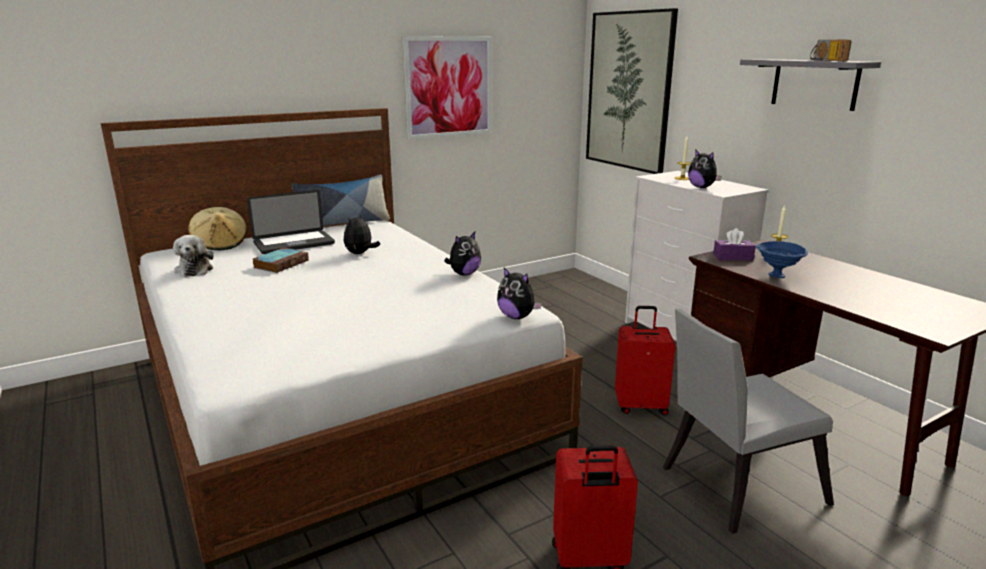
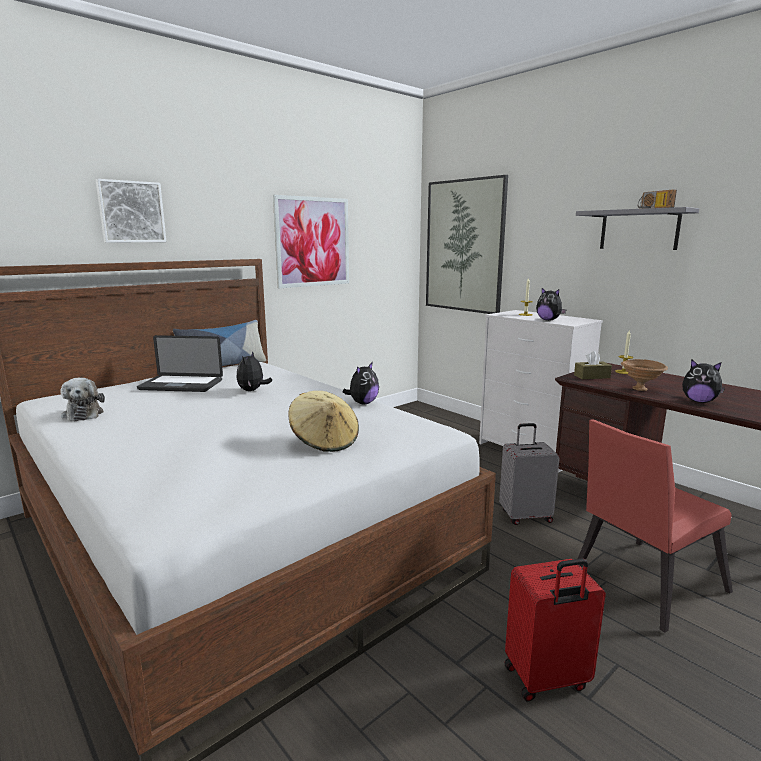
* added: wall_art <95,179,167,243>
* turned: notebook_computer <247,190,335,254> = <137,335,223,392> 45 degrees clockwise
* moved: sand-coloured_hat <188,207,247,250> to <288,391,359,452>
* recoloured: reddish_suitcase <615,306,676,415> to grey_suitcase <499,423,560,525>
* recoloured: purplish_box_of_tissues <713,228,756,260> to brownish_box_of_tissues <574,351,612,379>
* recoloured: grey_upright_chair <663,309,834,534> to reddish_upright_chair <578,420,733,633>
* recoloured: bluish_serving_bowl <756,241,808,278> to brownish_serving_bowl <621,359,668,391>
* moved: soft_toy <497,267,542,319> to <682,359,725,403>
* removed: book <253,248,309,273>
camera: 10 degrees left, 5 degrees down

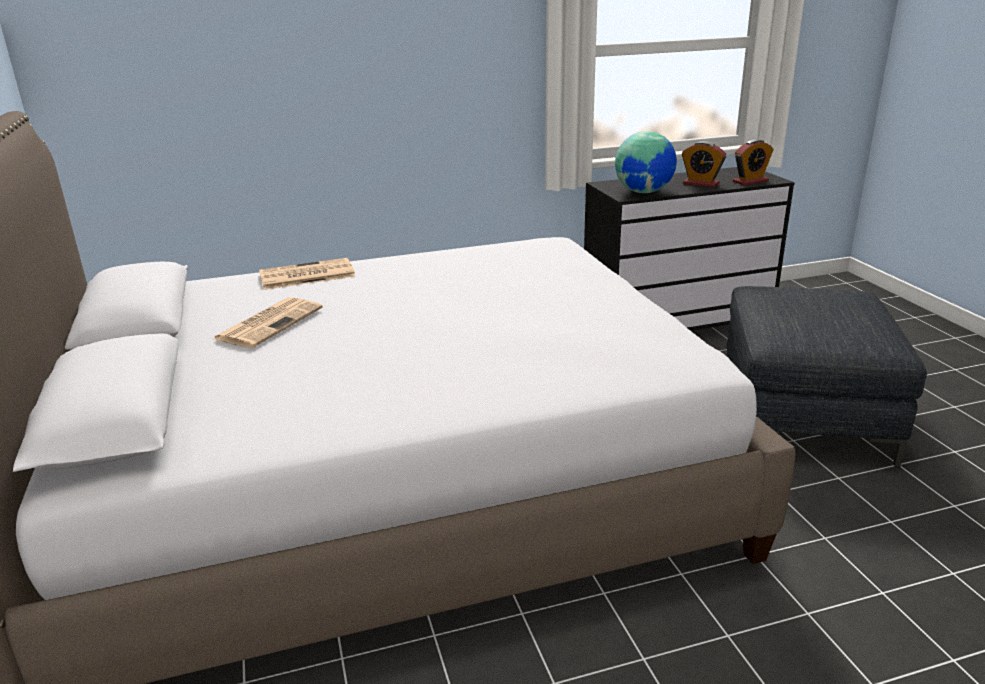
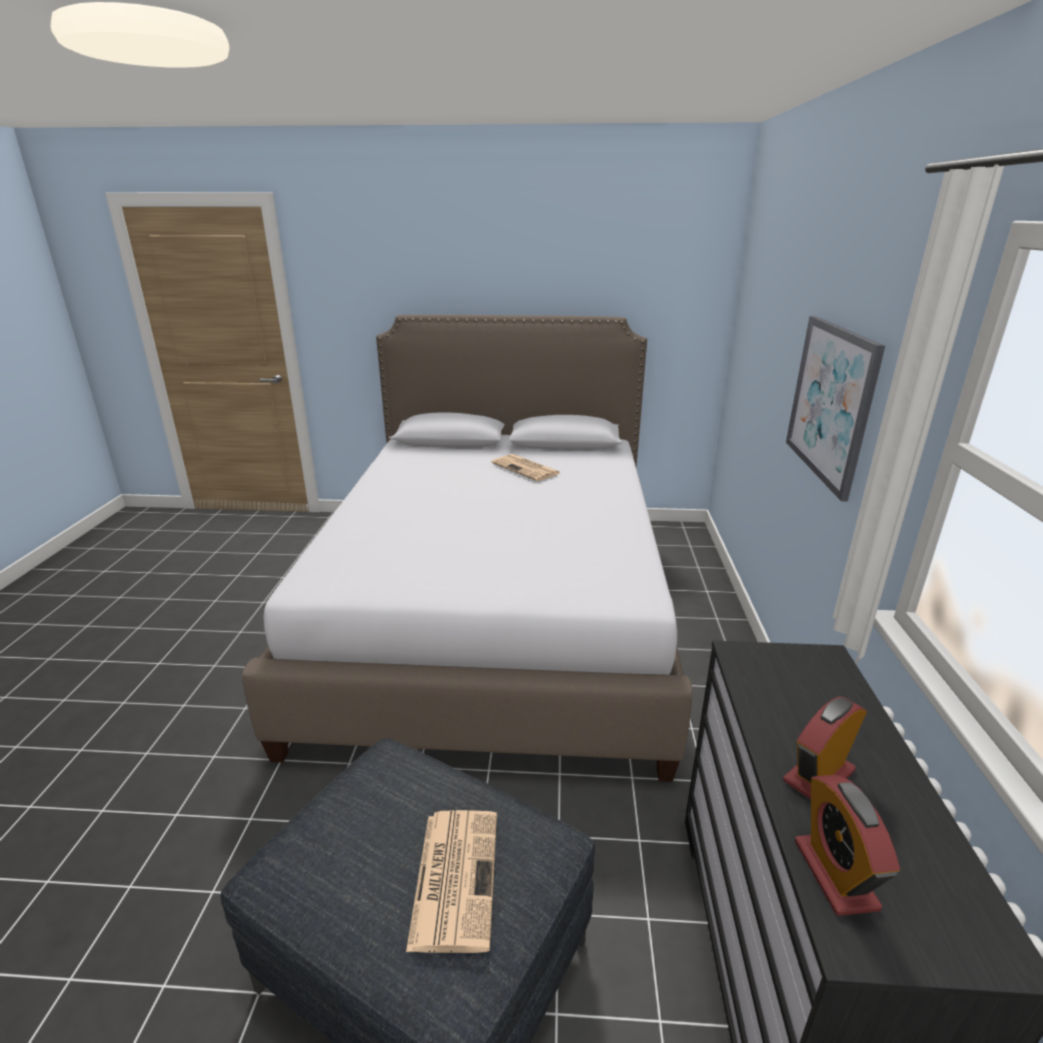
* moved: daily_paper <259,258,356,290> to <406,810,497,953>
* added: wall_art <786,316,885,502>
* removed: world_globe <615,131,677,193>
camera: 110 degrees right, 0 degrees up

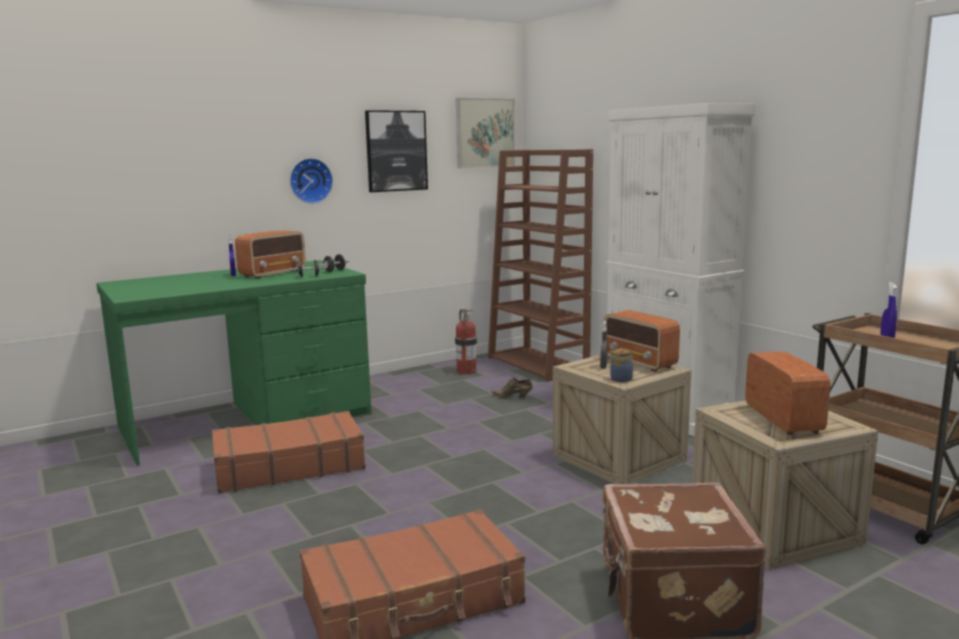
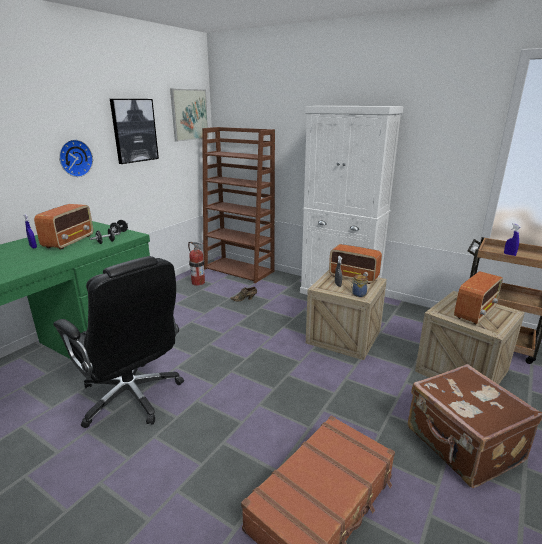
* replaced: brownish_suitcase <212,411,366,493> to blackish_computer_chair <53,256,184,428>
* turned: radio_set <745,351,830,435> = <454,271,503,324> 75 degrees clockwise
camera: 25 degrees left, 10 degrees up

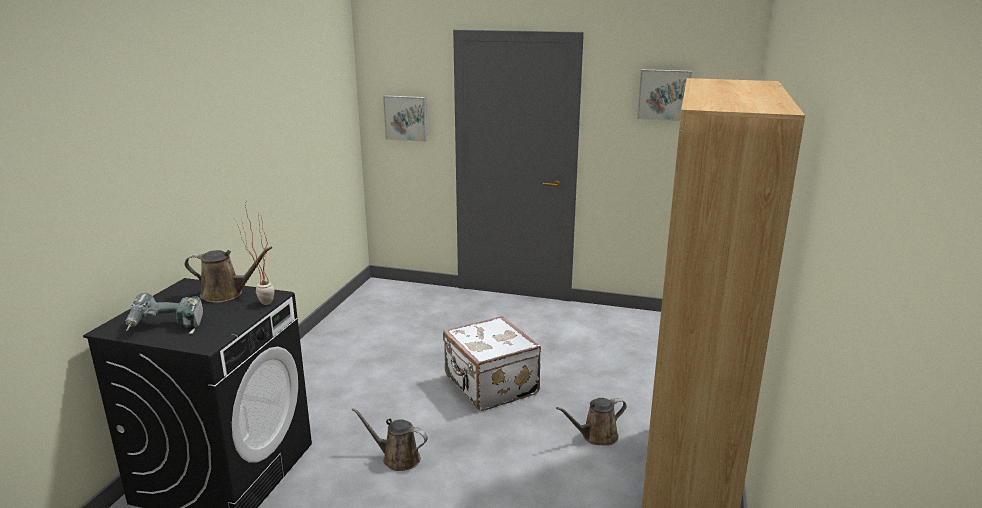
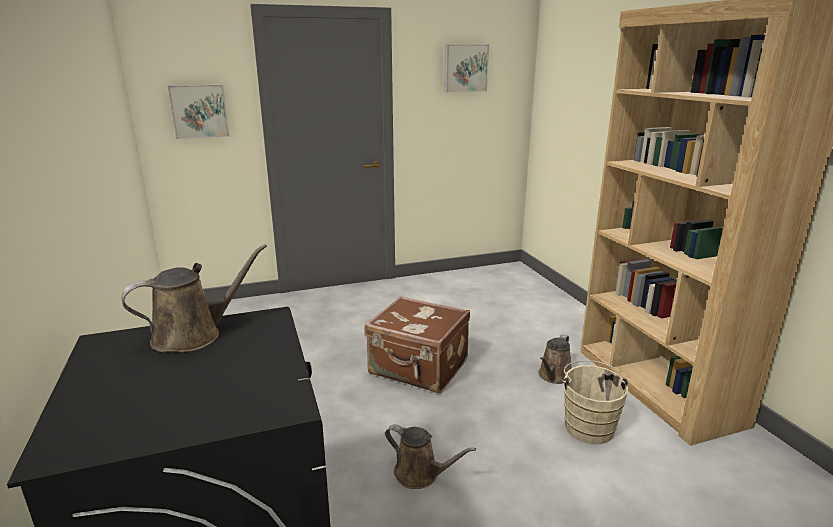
* recoloured: white_suitcase <443,316,541,411> to brownish_suitcase <364,296,470,393>
* turned: brownish_watering_can <352,408,428,471> = <385,424,476,489> 135 degrees counterclockwise
* added: sand-coloured_bucket <562,360,630,444>
* removed: power_drill <126,292,203,334>
* removed: potted_plant <234,199,274,305>
camera: 35 degrees left, 0 degrees up

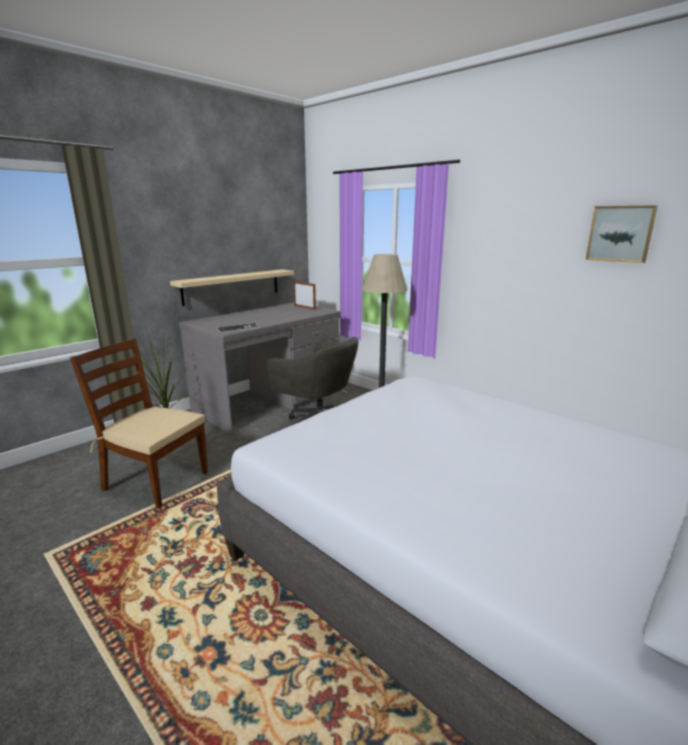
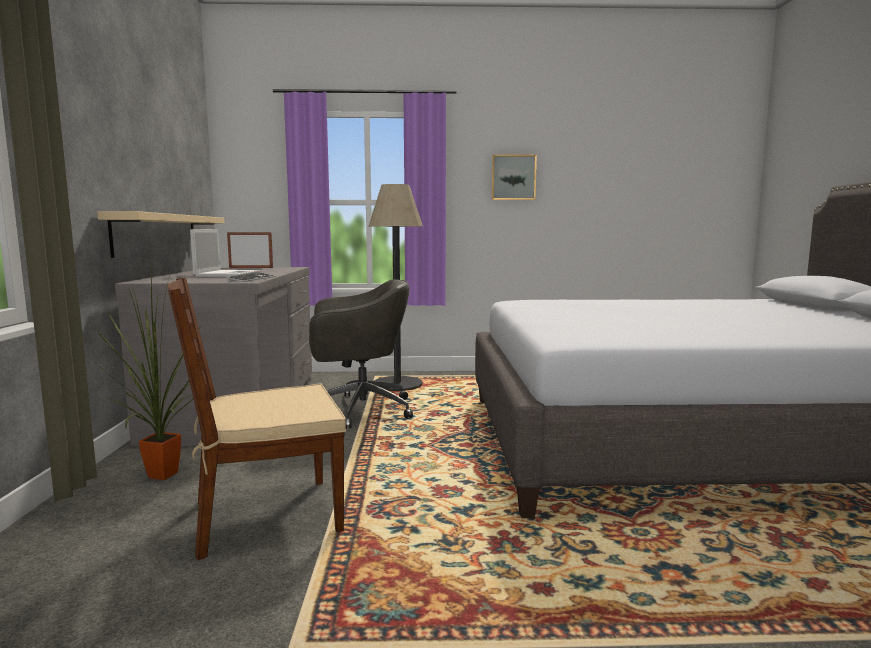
* added: notebook_computer <190,229,260,277>
* moved: wall_art <586,205,658,263> to <491,154,537,200>
camera: 45 degrees left, 10 degrees down

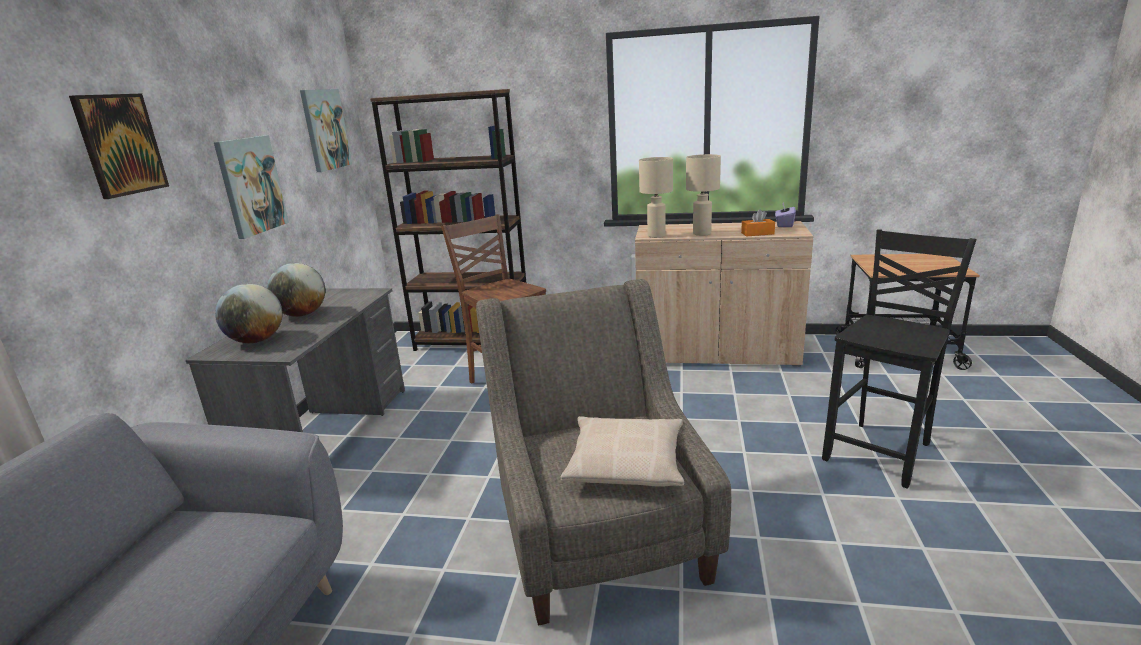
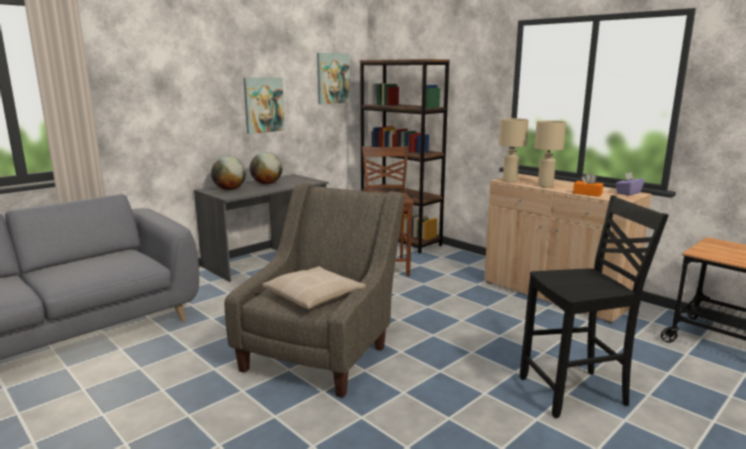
* removed: wall_art <69,94,169,199>
camera: 35 degrees right, 5 degrees down

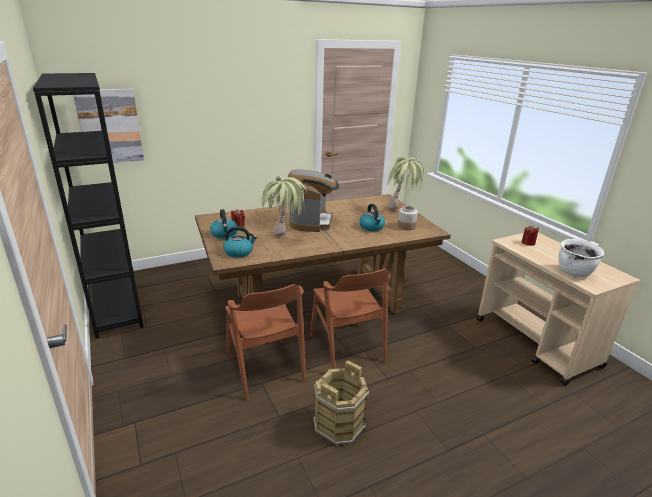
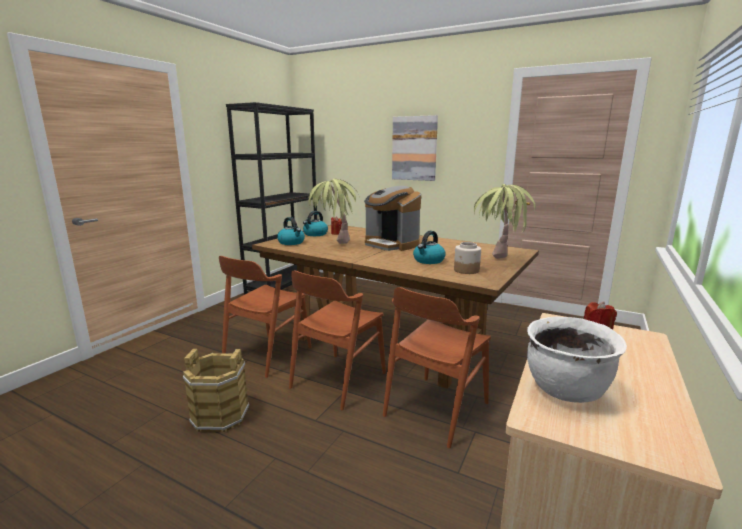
* turned: coffee_maker <288,170,339,232> = <364,186,421,251> 75 degrees clockwise
* added: brownish_upright_chair <383,287,491,448>
* moved: wall_art <73,89,144,163> to <392,115,438,181>
camera: 55 degrees right, 10 degrees down

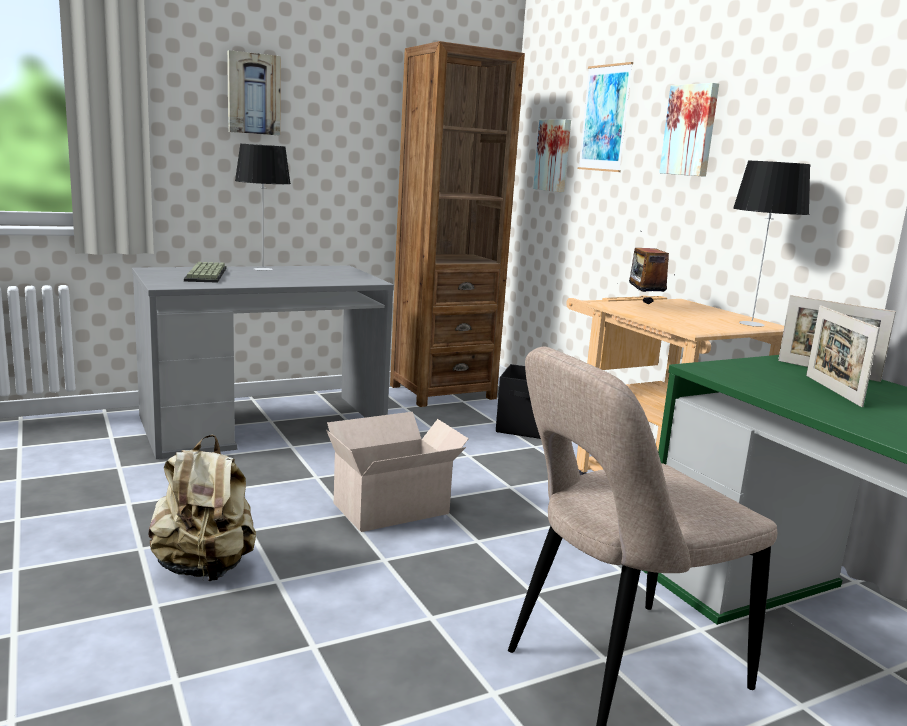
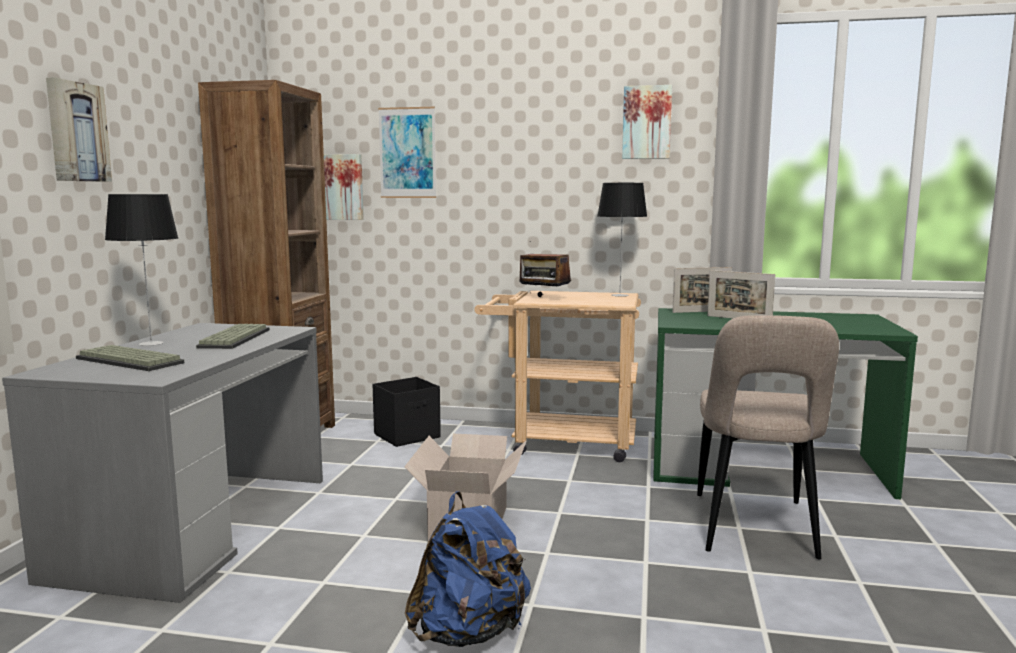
* added: keyboard <196,324,270,349>
* recoloured: sand-coloured_knapsack <148,434,256,581> to bluish_knapsack <405,491,531,647>
* moved: wall_art <659,83,719,177> to <622,85,672,159>
camera: 50 degrees left, 5 degrees down

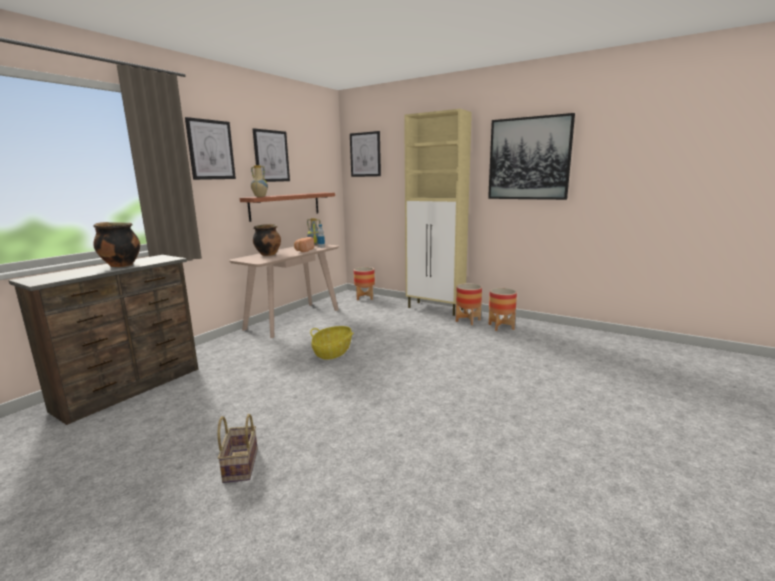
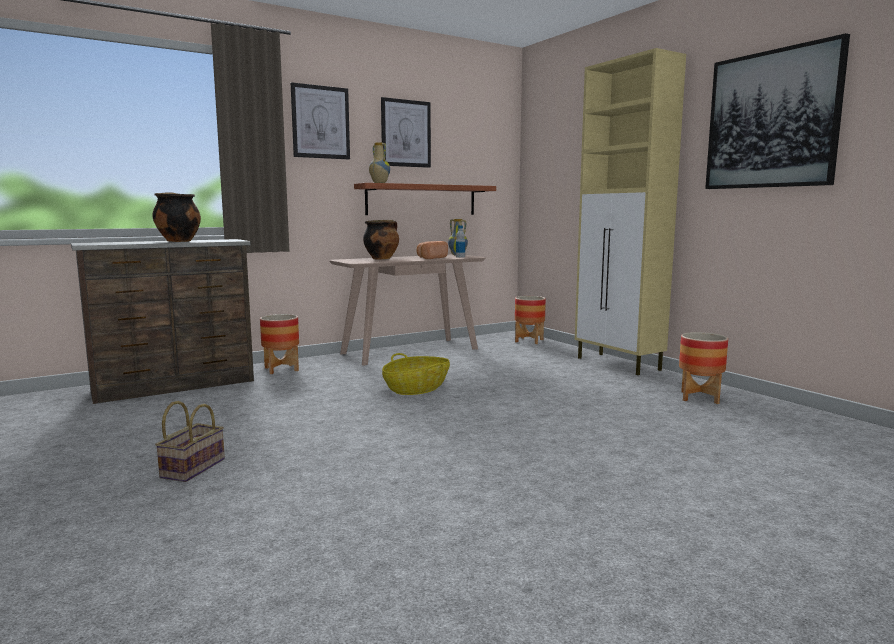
* moved: plant_pot <456,283,482,325> to <260,314,299,374>
* removed: wall_art <350,131,381,177>
camera: 25 degrees right, 5 degrees down

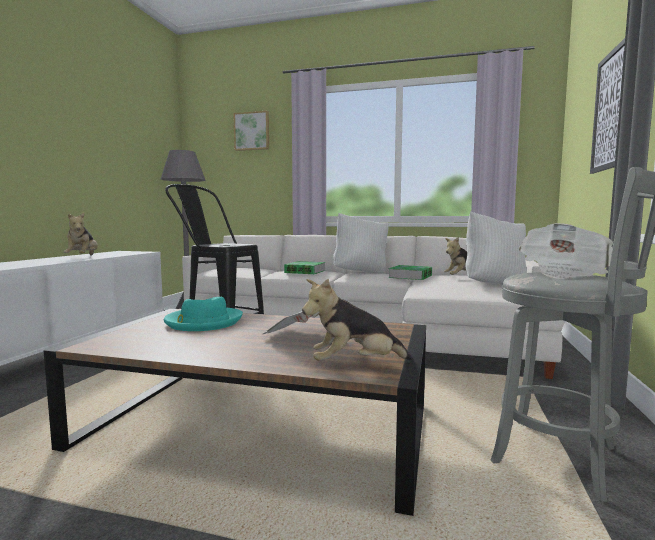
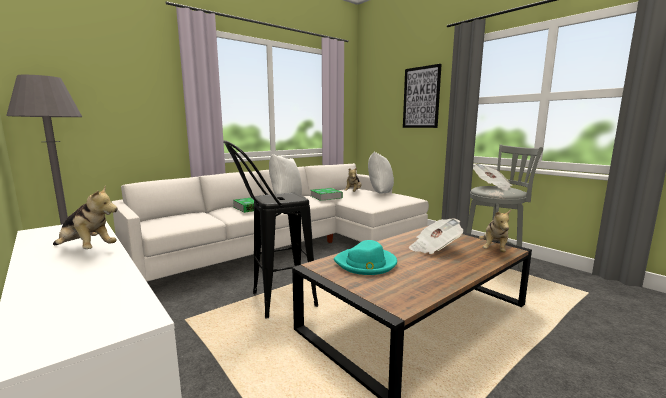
* removed: wall_art <233,111,269,151>
camera: 55 degrees left, 5 degrees up

